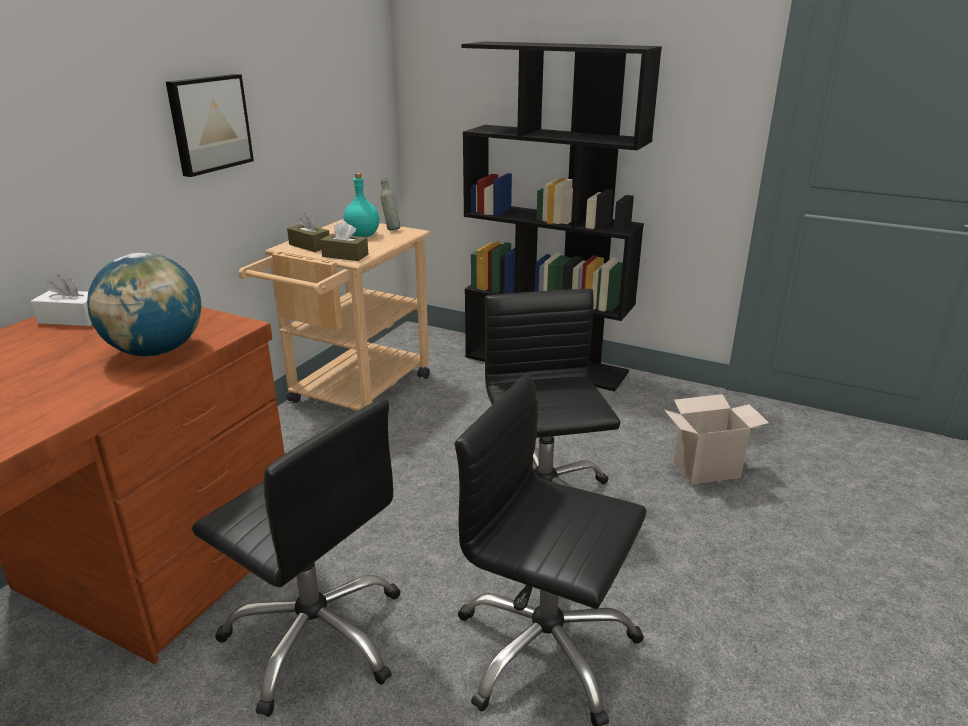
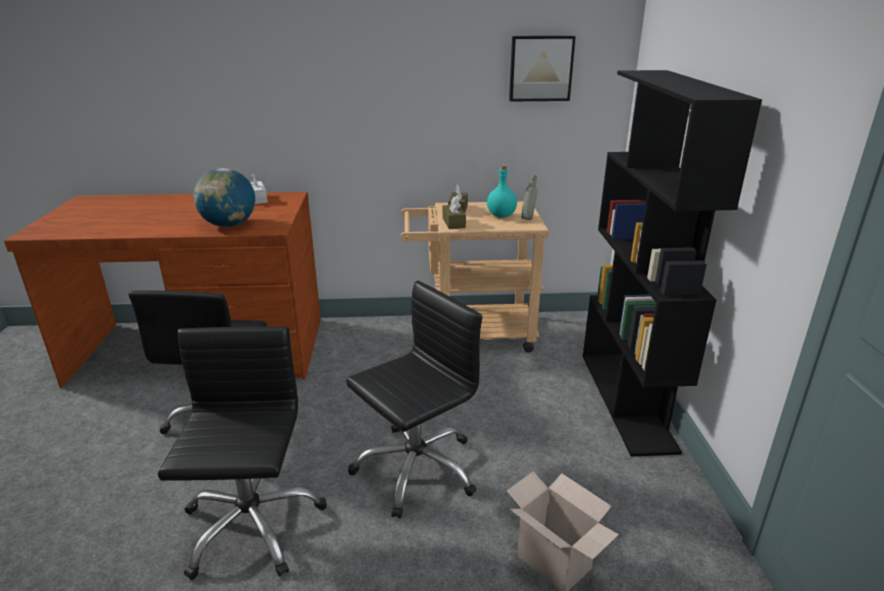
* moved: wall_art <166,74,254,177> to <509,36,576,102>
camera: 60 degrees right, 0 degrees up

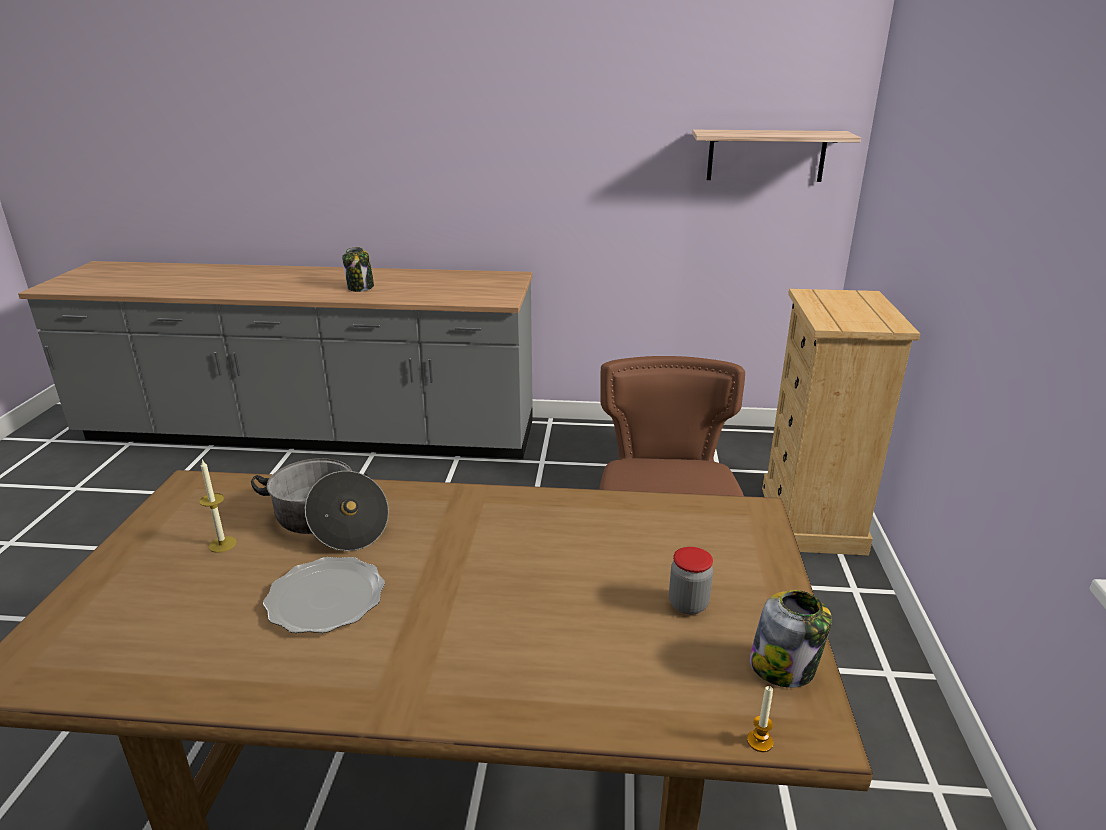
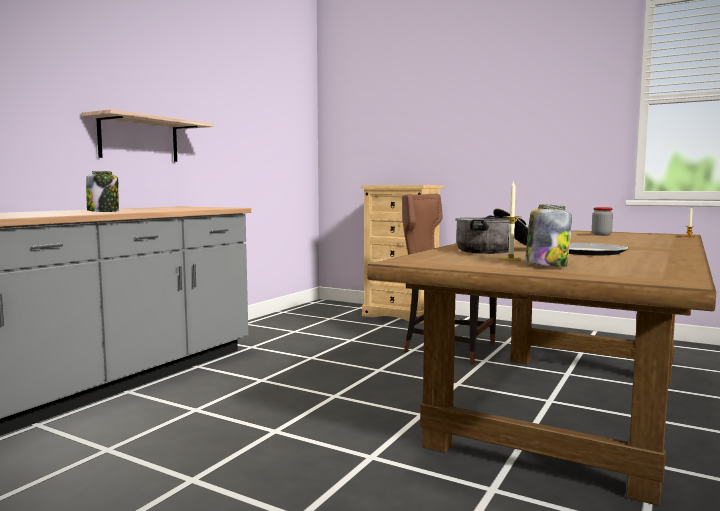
* moved: shelf <692,130,861,182> to <82,109,213,162>
* moved: preserve_jar <749,590,832,688> to <525,204,572,266>
camera: 65 degrees left, 20 degrees down

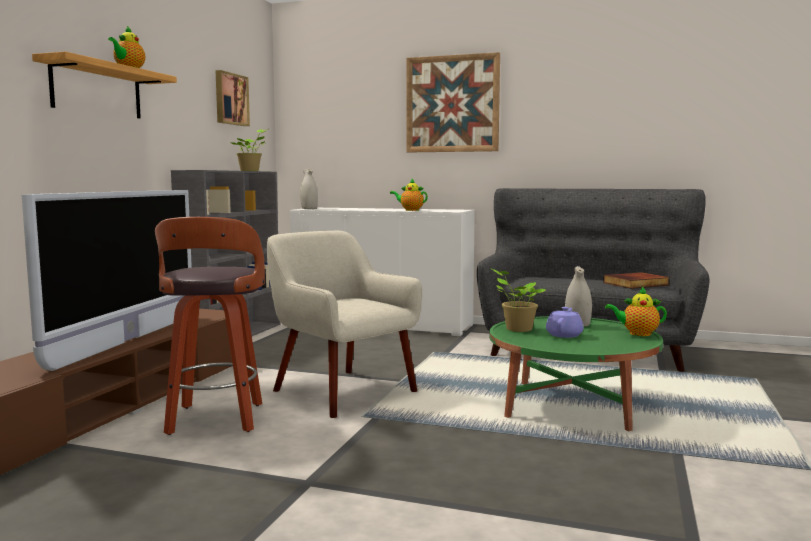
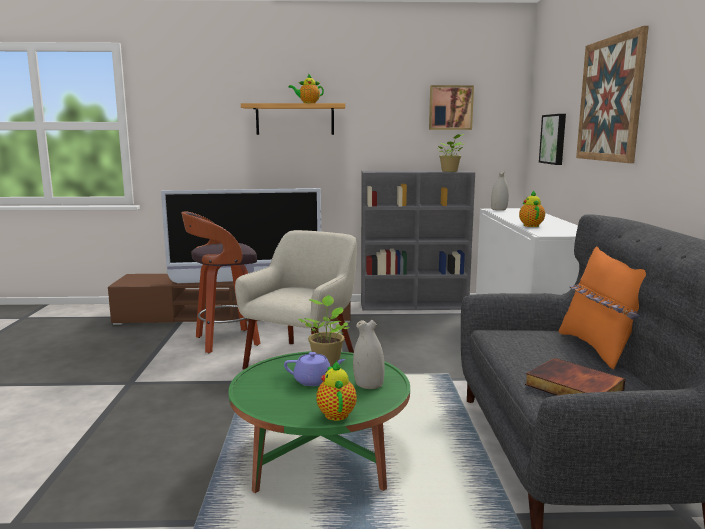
* added: wall_art <539,114,566,165>
* added: orange-coloured_cushion <559,246,646,369>
camera: 70 degrees right, 5 degrees up

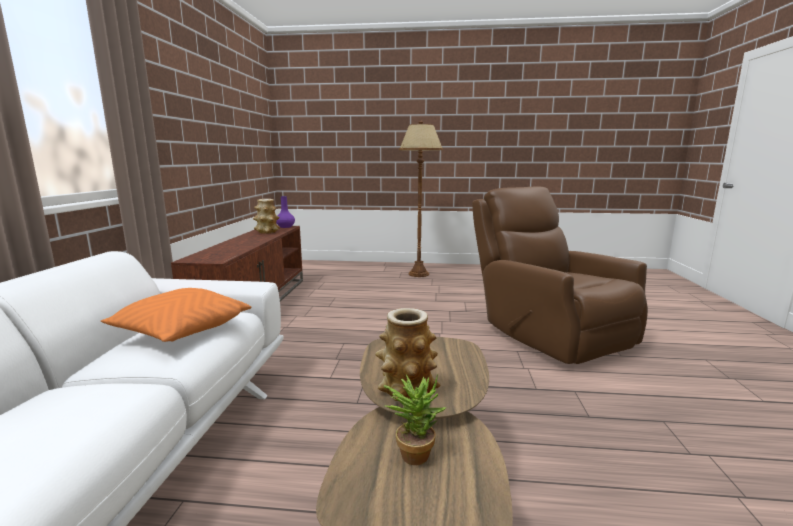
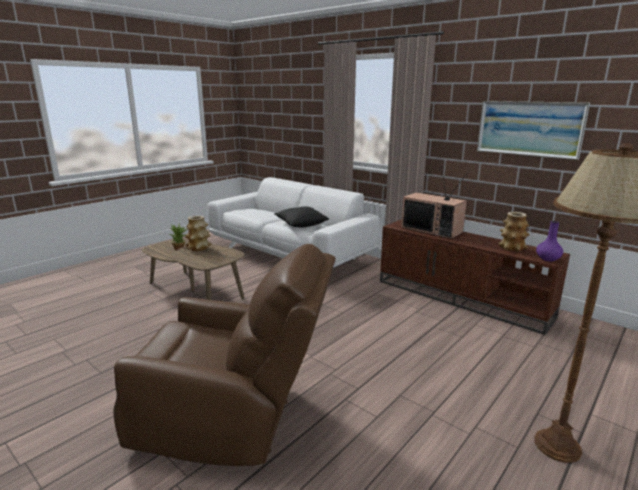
* recoloured: orange-coloured_cushion <101,288,251,342> to blackish_cushion <274,207,329,228>
* added: TV_set <401,170,468,239>
* added: wall_art <477,101,590,160>
camera: 125 degrees right, 5 degrees up

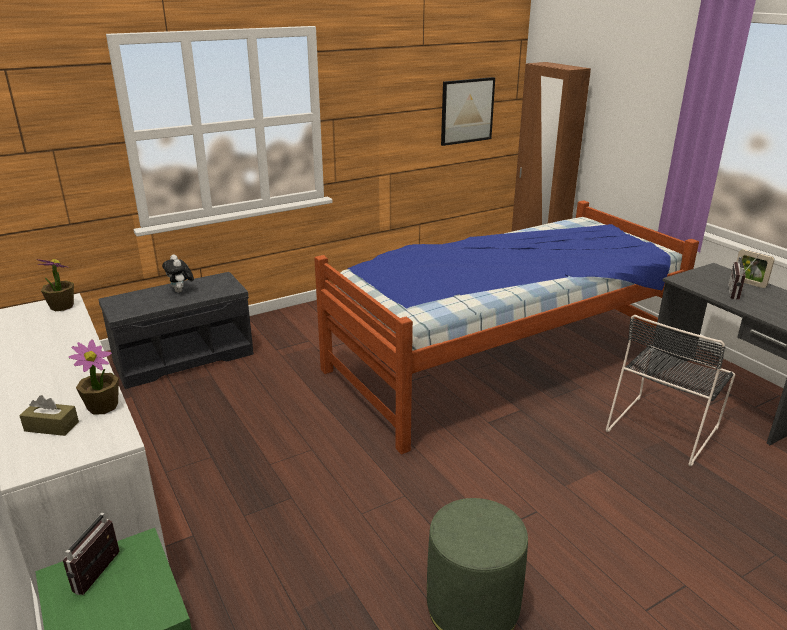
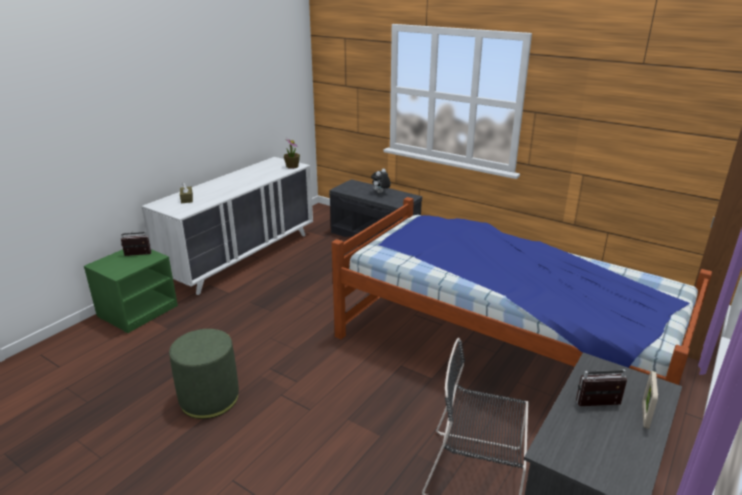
* removed: potted_plant <69,339,119,415>
* removed: wall_art <441,77,495,146>
camera: 65 degrees right, 0 degrees up

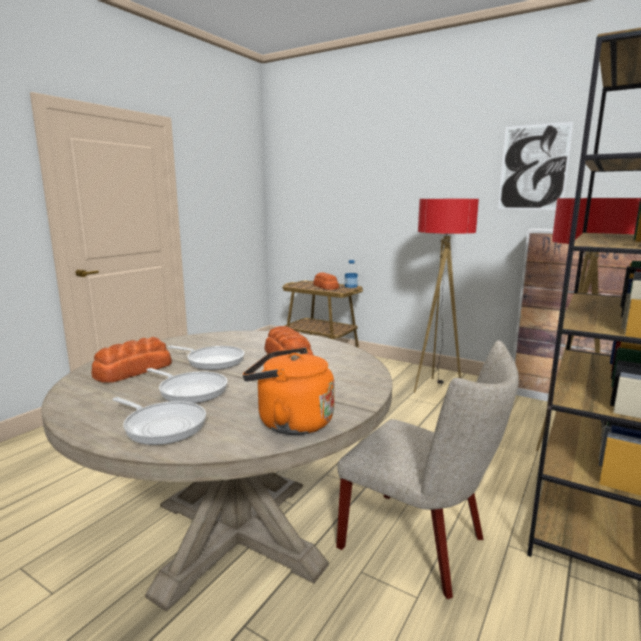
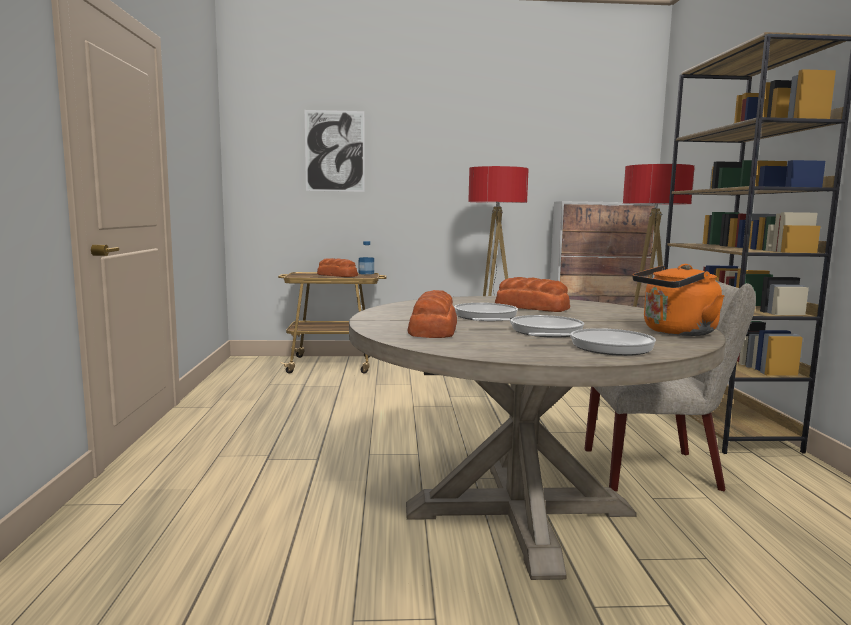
* moved: wall_art <498,122,574,210> to <305,110,365,192>
camera: 35 degrees left, 5 degrees down

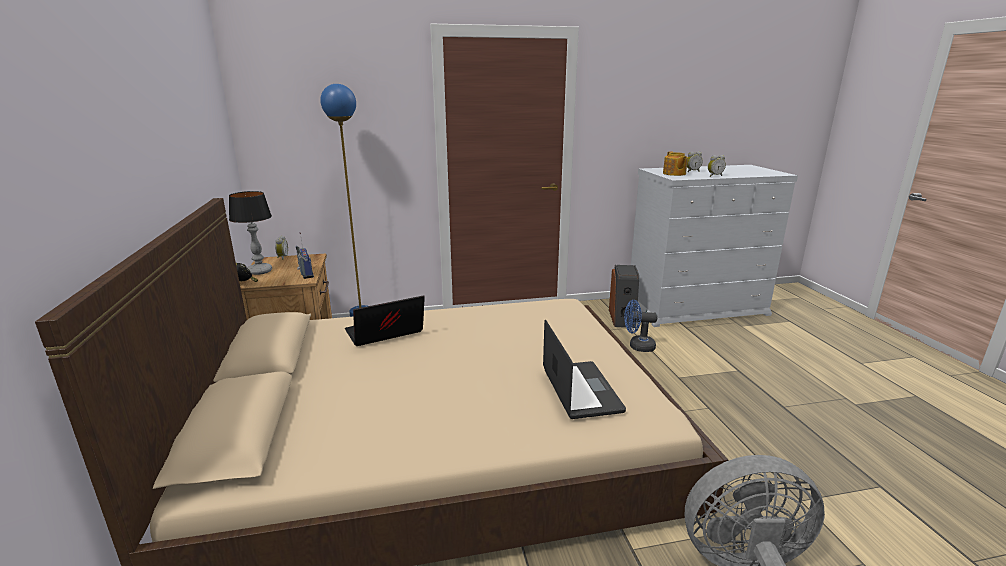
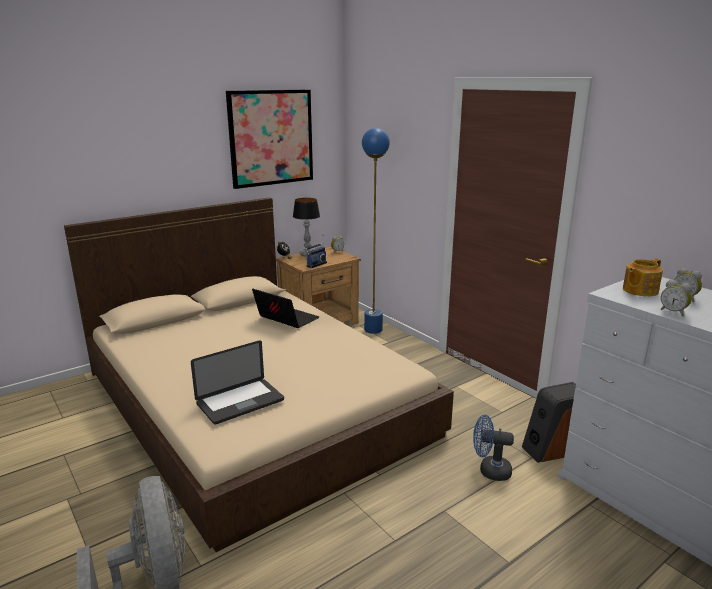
* added: wall_art <226,89,313,189>
* turned: bluish_fan <624,300,657,352> = <473,415,514,481> 60 degrees counterclockwise
camera: 65 degrees right, 0 degrees up

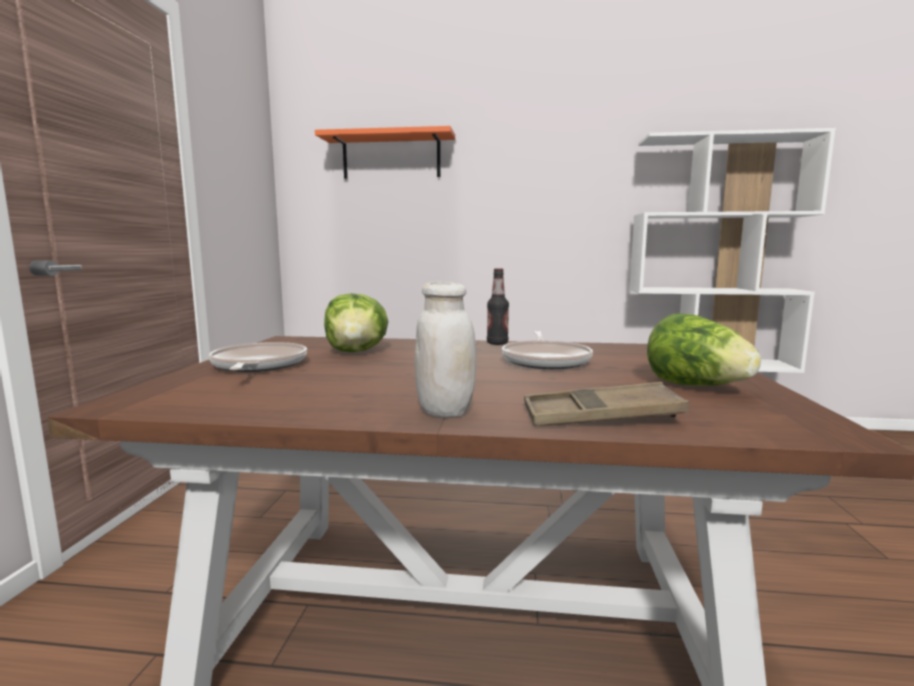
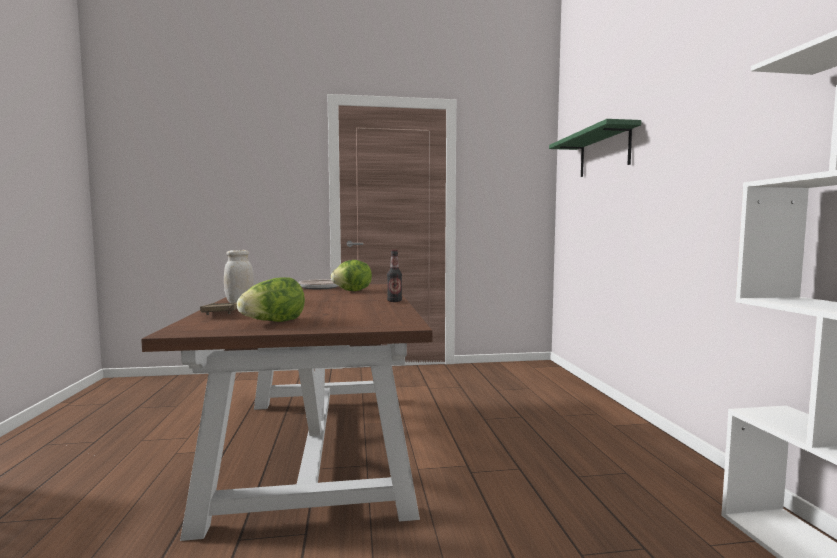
* recoloured: orange-coloured_shelf <315,126,455,179> to green_shelf <549,119,641,177>
* removed: pan <502,331,593,369>
camera: 75 degrees right, 5 degrees down

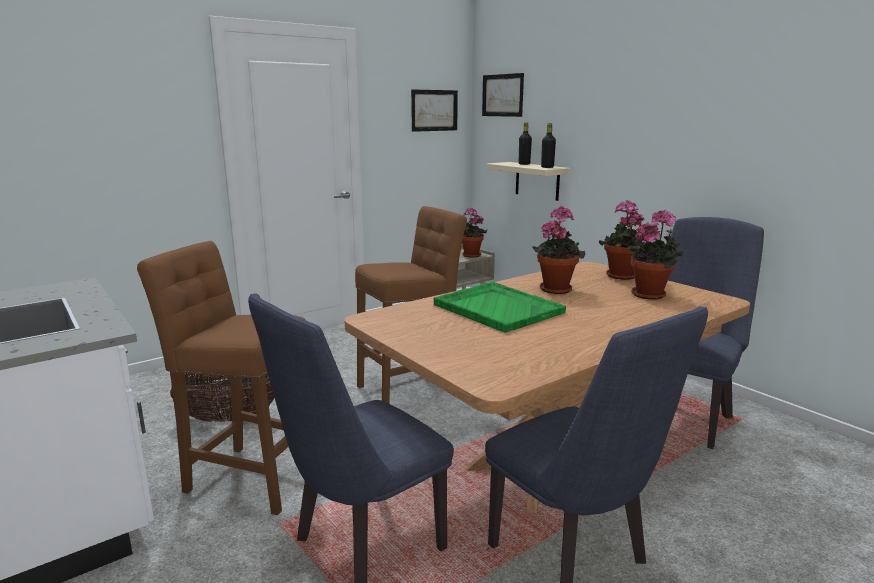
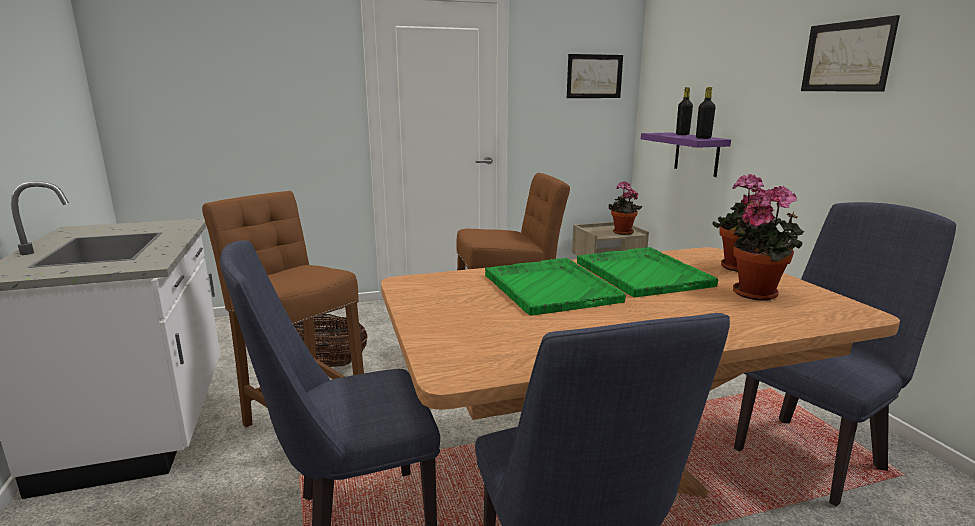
* replaced: potted_plant <532,206,585,294> to green_carrying_tray <577,247,718,297>
* recoloured: sand-coloured_shelf <486,162,570,201> to purplish_shelf <641,132,731,177>
* moved: wall_art <482,73,524,117> to <801,15,900,91>
camera: 20 degrees right, 0 degrees up

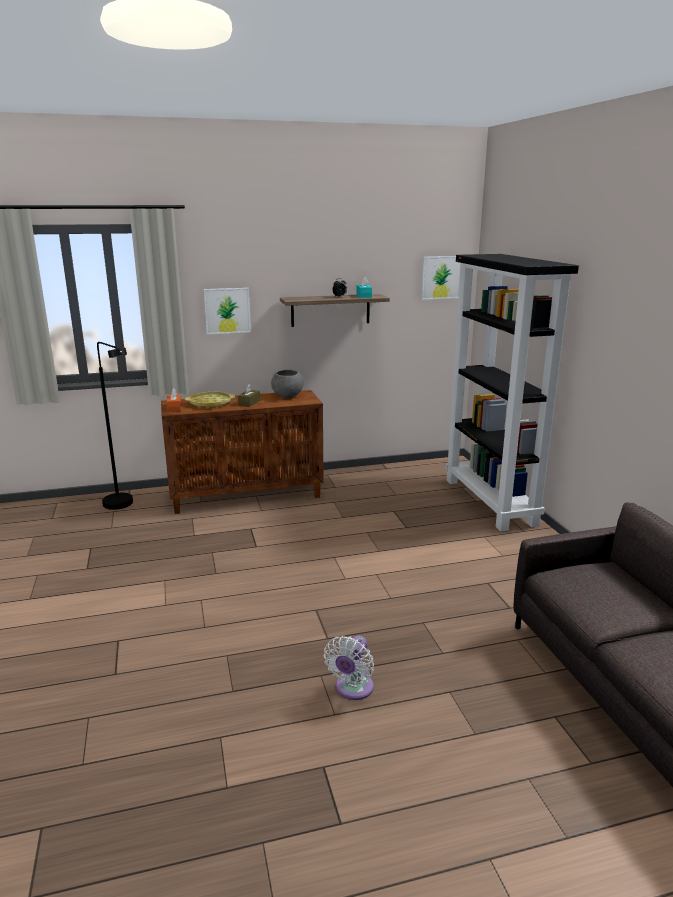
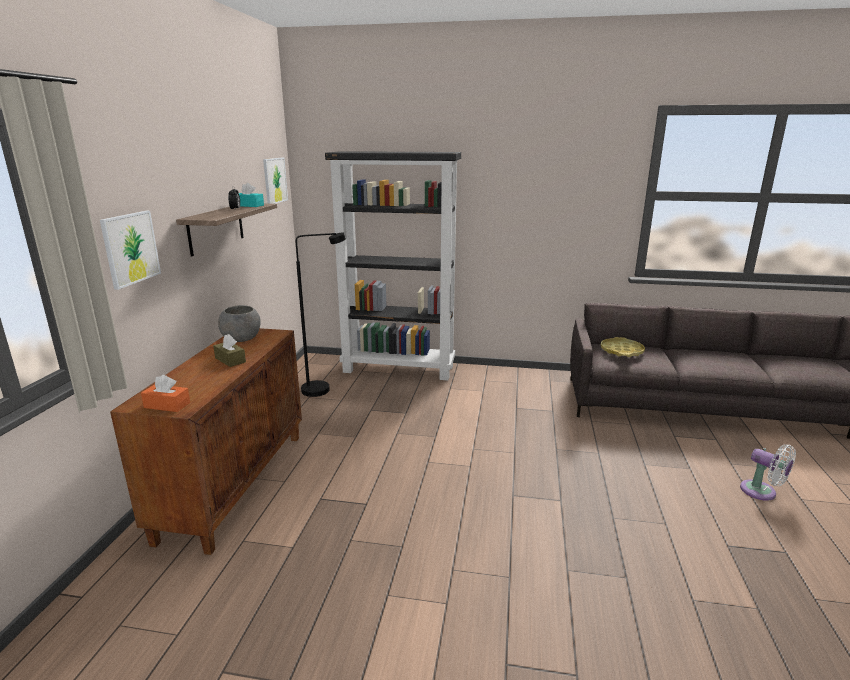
* moved: blackish_standing_lamp <97,342,133,510> to <296,233,346,397>
* moved: yellowish_carrying_tray <185,392,235,408> to <601,337,645,357>
* moved: white_fan <324,635,374,700> to <740,444,796,501>
camera: 65 degrees left, 0 degrees up

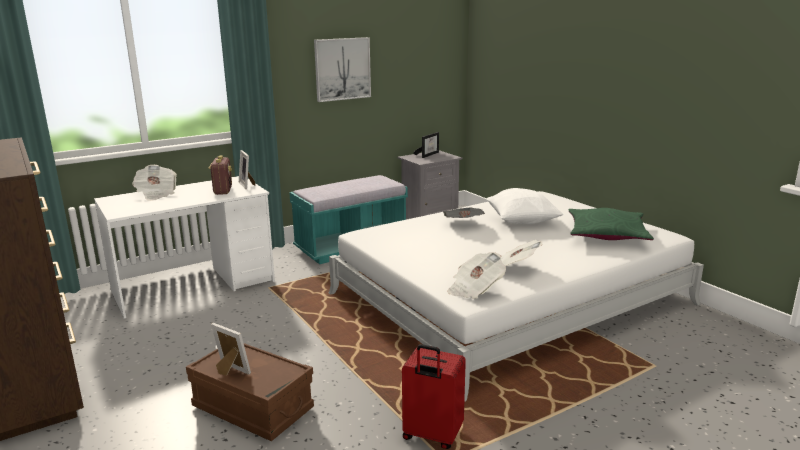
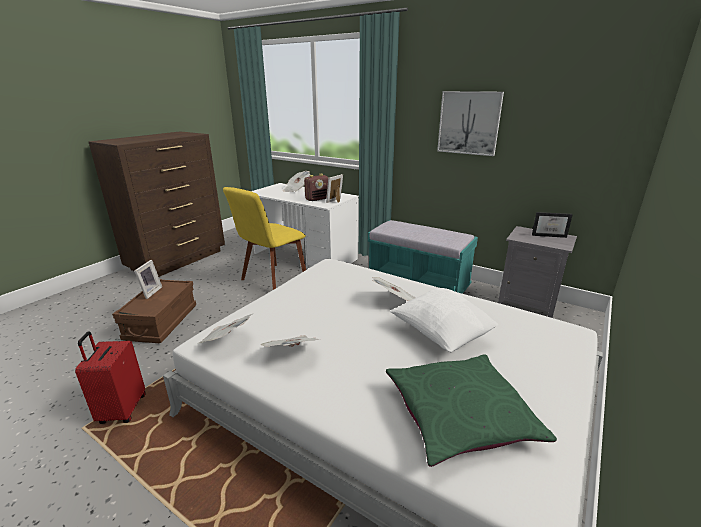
* added: yellowish_upright_chair <223,187,306,290>
camera: 65 degrees right, 5 degrees up

